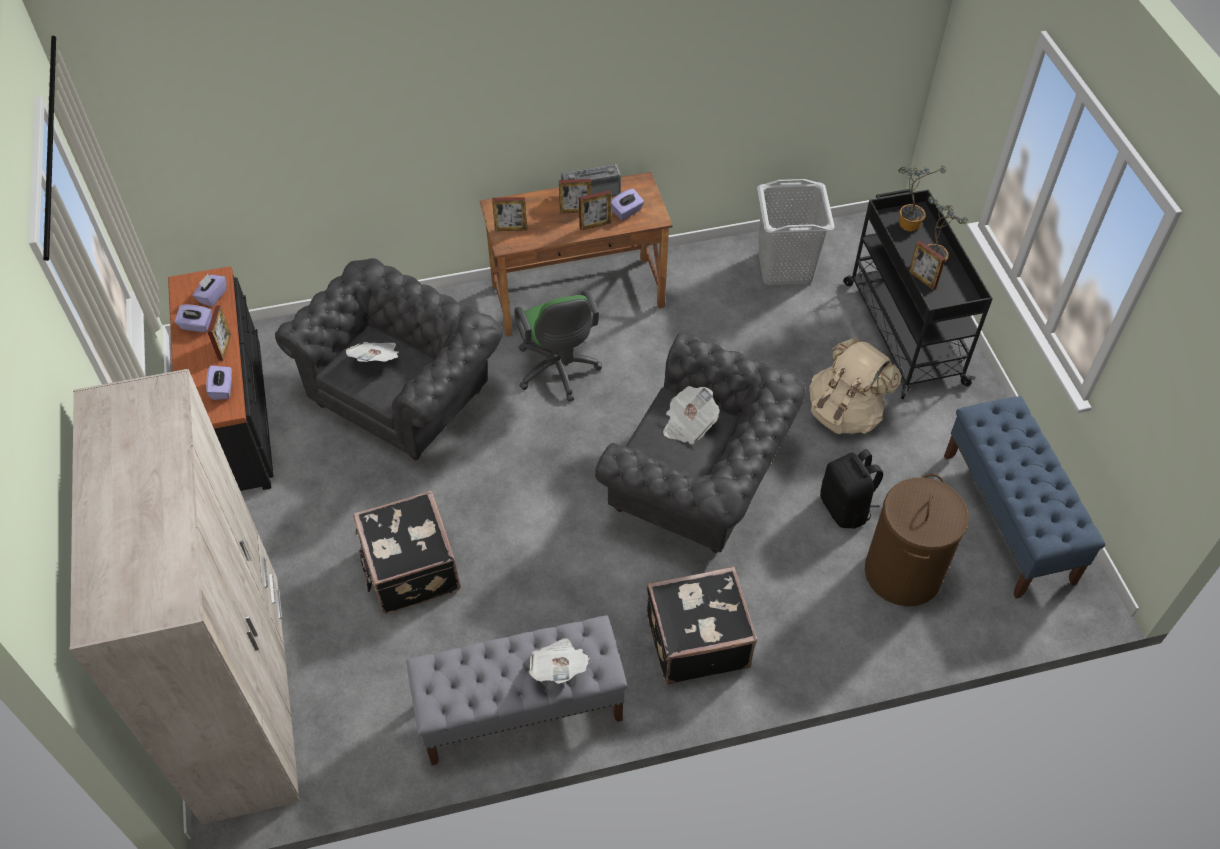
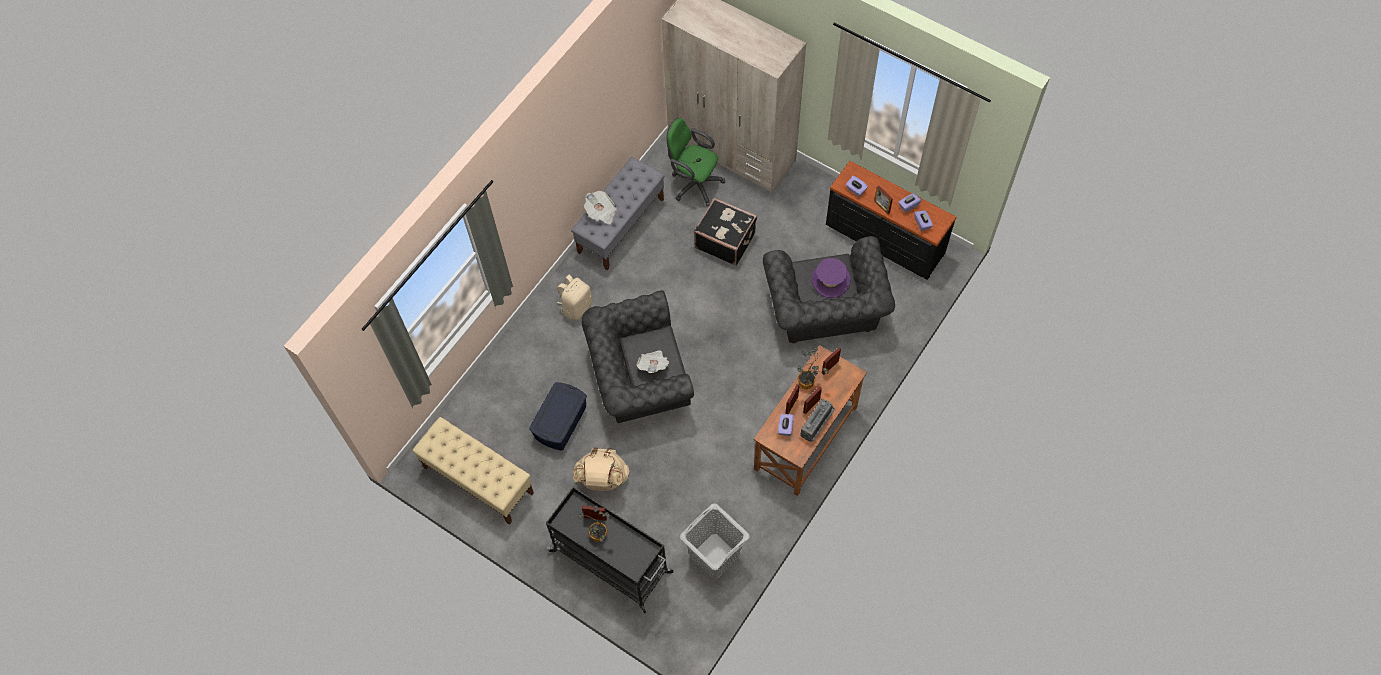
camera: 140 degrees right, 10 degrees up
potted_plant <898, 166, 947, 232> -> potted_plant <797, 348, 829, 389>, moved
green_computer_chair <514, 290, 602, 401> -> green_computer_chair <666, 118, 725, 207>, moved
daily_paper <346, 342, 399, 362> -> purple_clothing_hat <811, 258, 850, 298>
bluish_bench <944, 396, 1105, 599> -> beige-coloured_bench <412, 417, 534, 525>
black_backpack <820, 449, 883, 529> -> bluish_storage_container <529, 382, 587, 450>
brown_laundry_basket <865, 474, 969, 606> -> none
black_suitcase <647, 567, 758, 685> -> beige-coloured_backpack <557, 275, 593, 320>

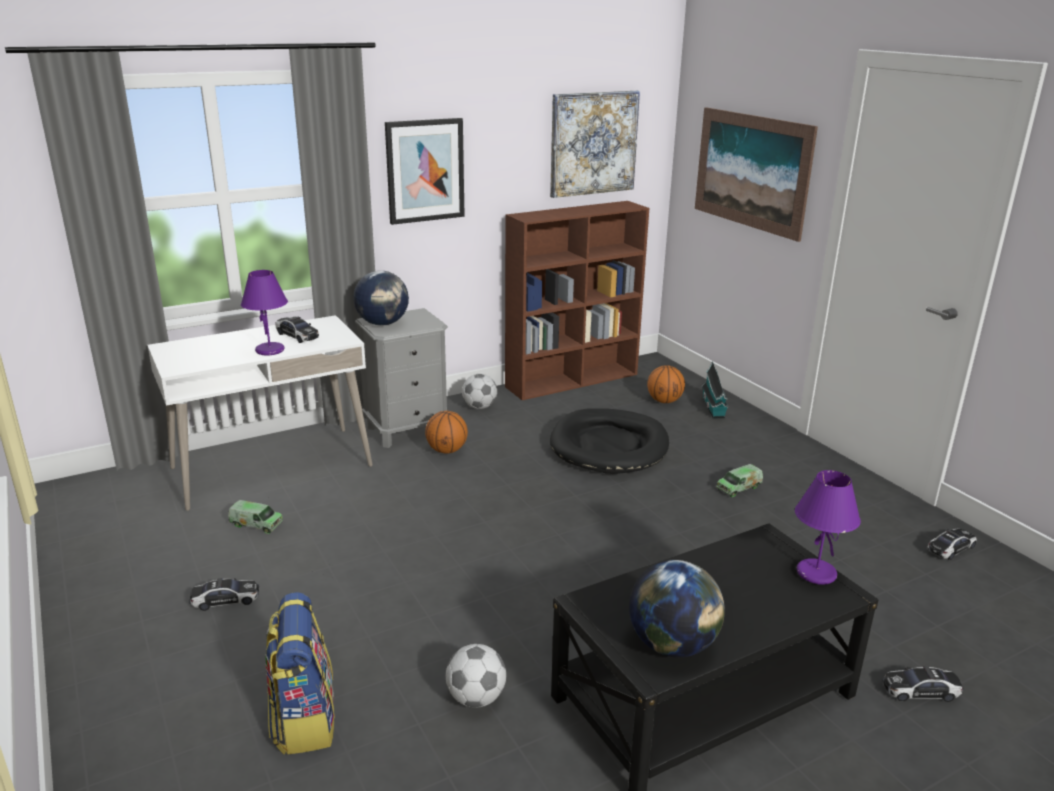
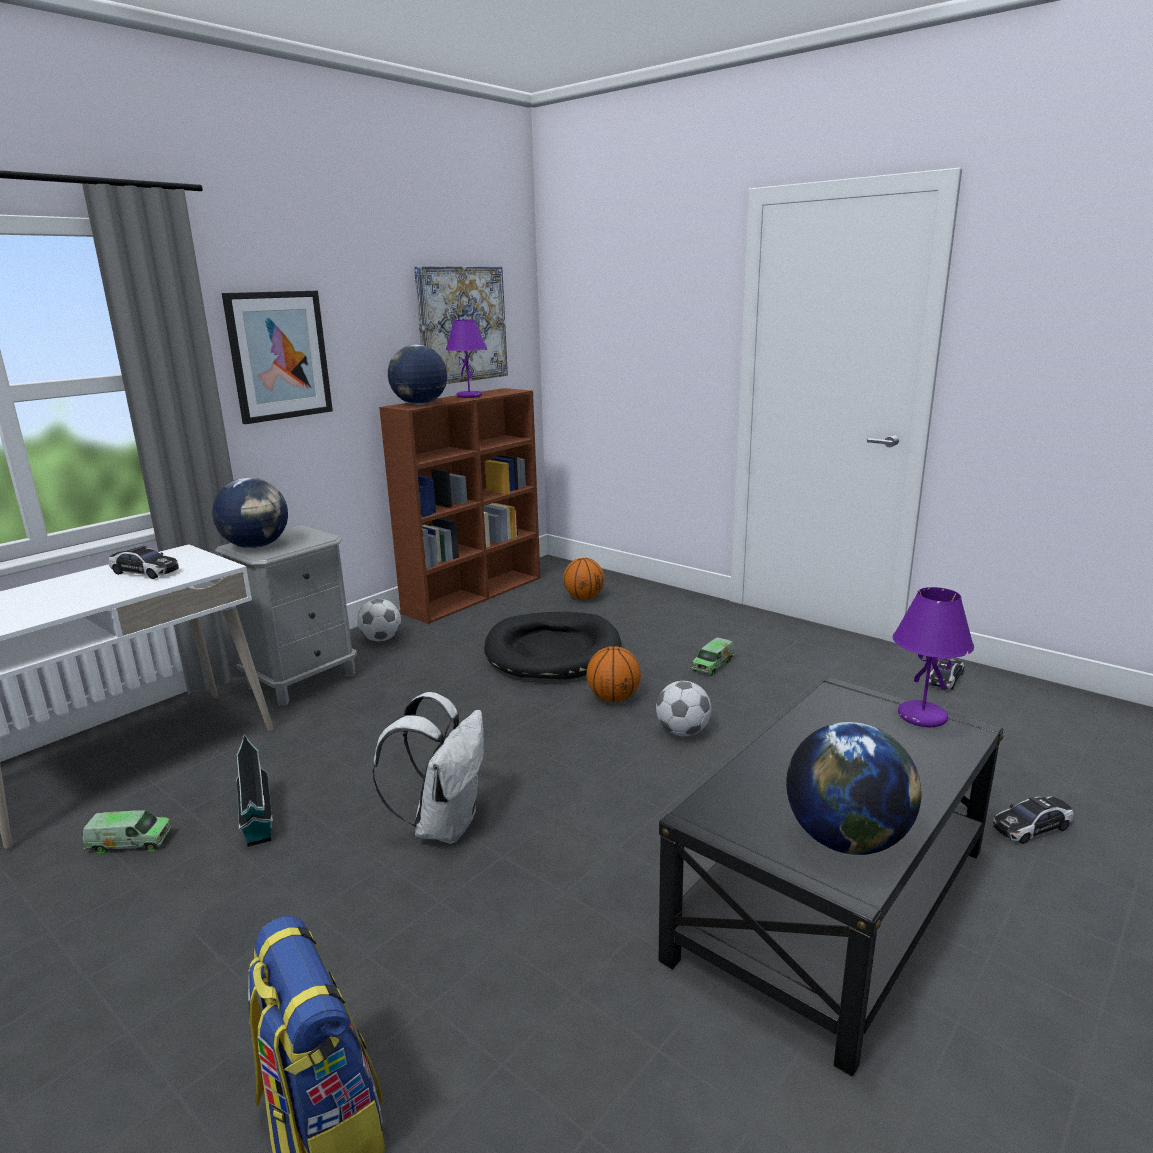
camera: 20 degrees left, 5 degrees down
wall_picture <695, 107, 818, 242> -> none
purple_table_lamp <241, 270, 288, 356> -> purple_table_lamp <446, 320, 487, 398>, moved
toy_house <702, 361, 729, 418> -> toy_house <236, 734, 273, 847>, moved
ball_for_basketball <425, 411, 468, 454> -> ball_for_basketball <586, 646, 641, 702>, moved
model_car <189, 578, 259, 611> -> none
ball_for_football <446, 644, 506, 708> -> ball_for_football <656, 681, 711, 736>, moved
none -> globe <388, 344, 447, 405>
none -> whitish_backpack <373, 692, 484, 844>

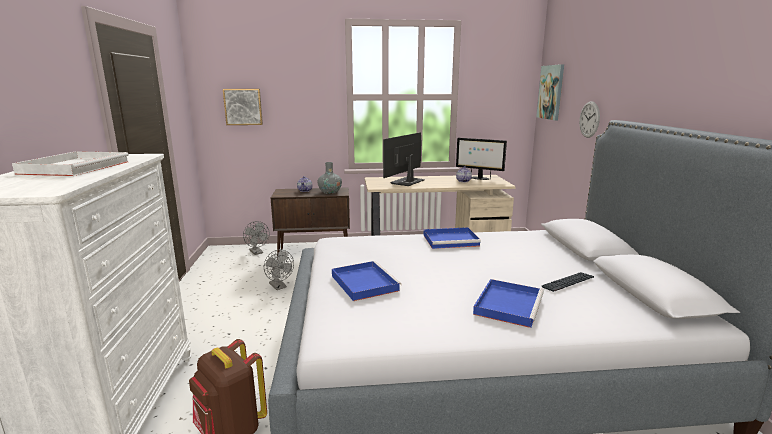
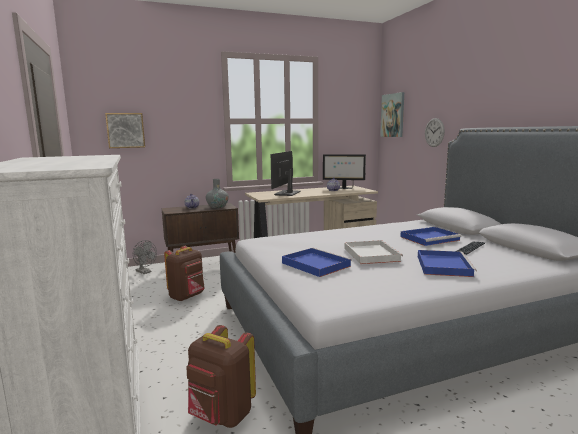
camera: 15 degrees left, 5 degrees down
whitish_serving_tray <12, 151, 129, 176> -> whitish_serving_tray <345, 240, 403, 264>, moved
bluish_serving_tray <424, 227, 481, 249> -> bluish_serving_tray <400, 227, 461, 246>, moved
greyish_fan <264, 250, 294, 290> -> brown_backpack <164, 246, 205, 301>

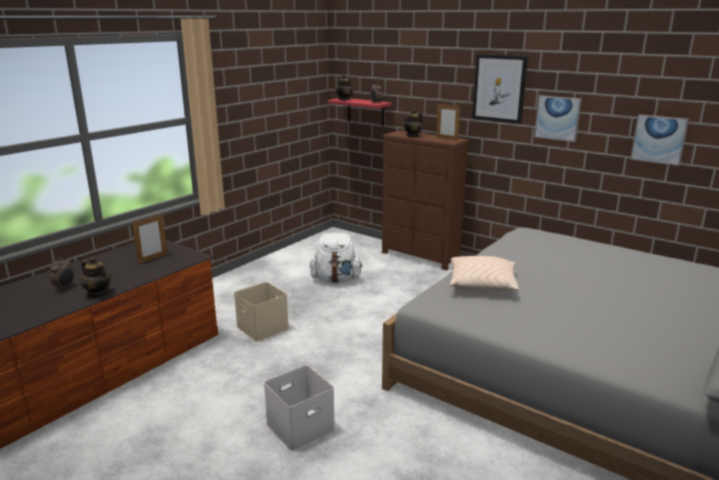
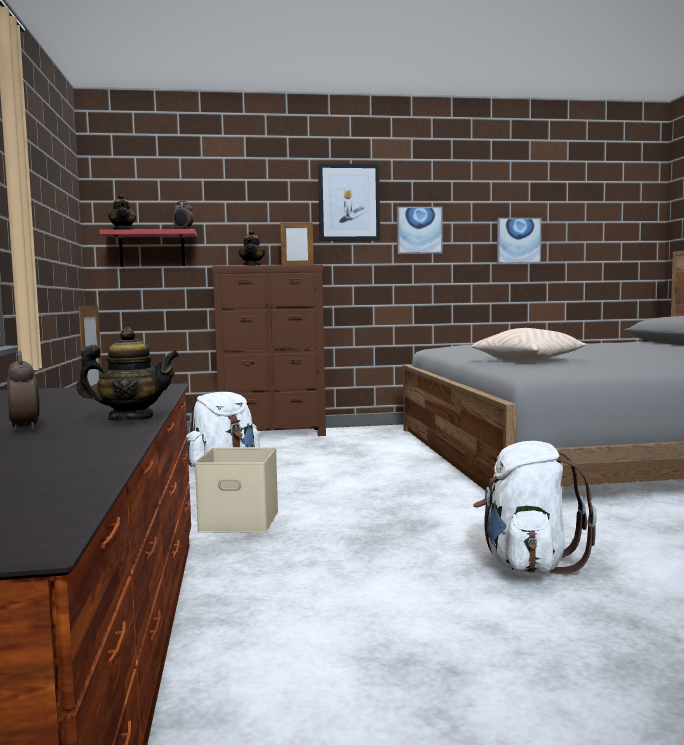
camera: 45 degrees left, 15 degrees down
whitish_storage_container <264, 365, 335, 452> -> whitish_backpack <473, 441, 597, 574>

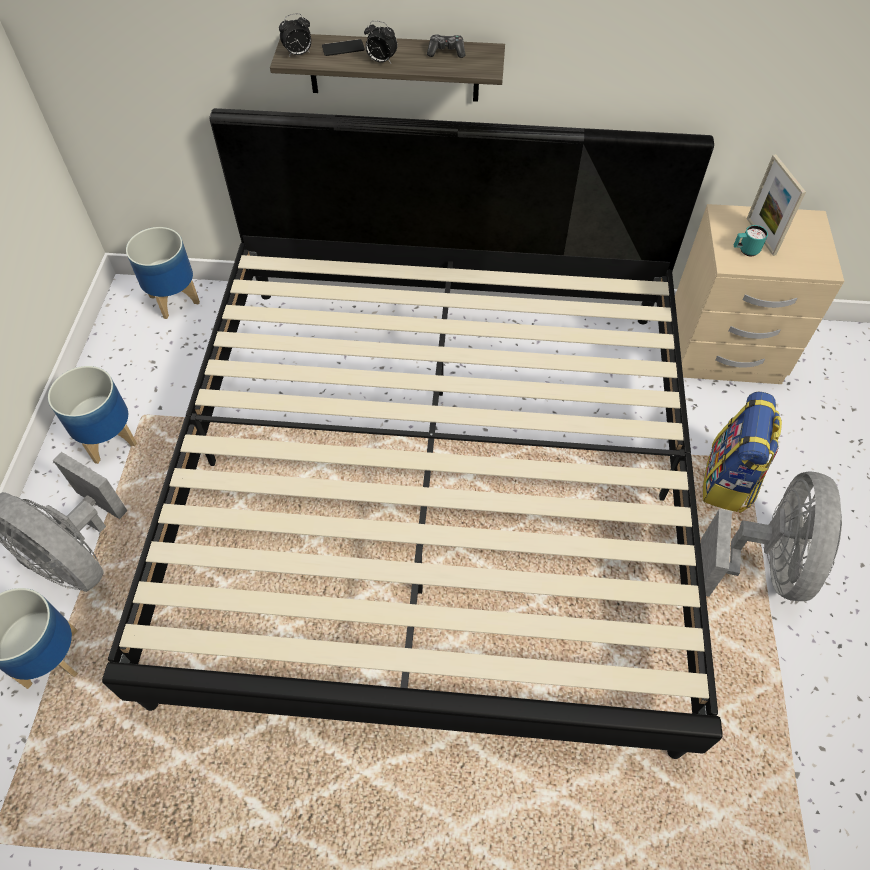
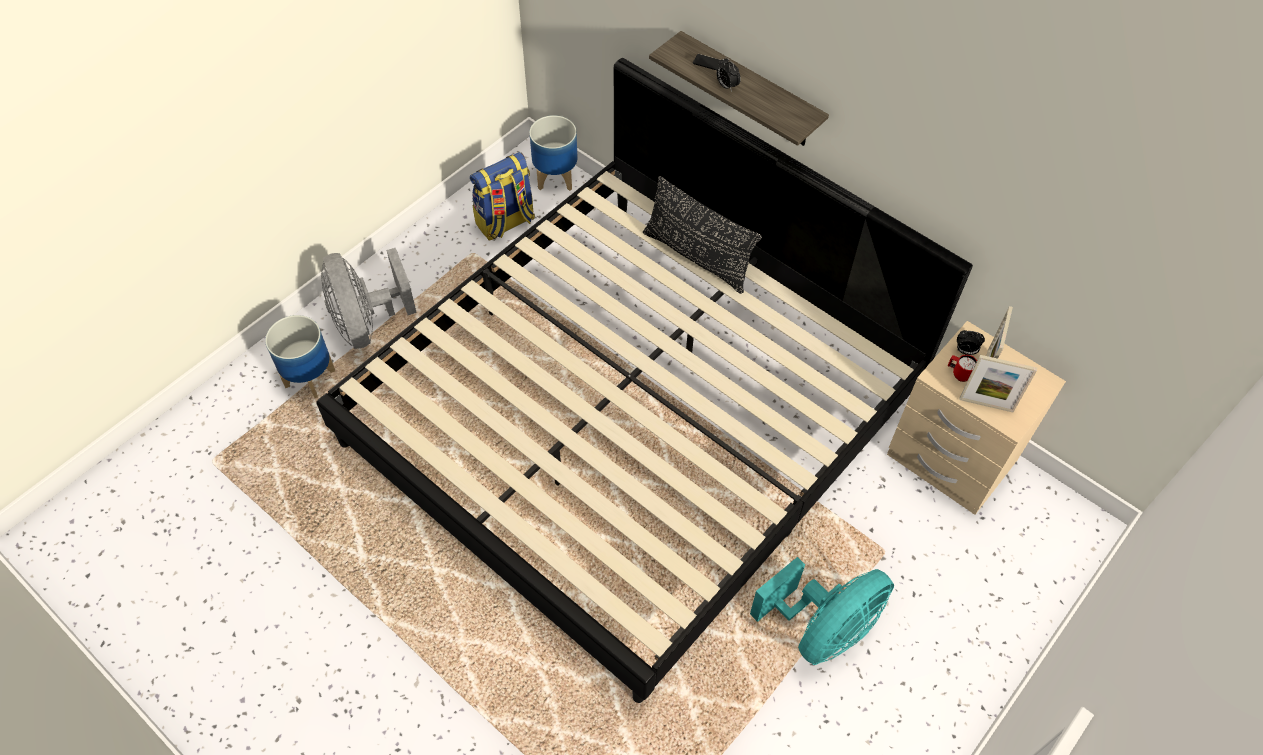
camera: 35 degrees right, 0 degrees up
alarm_clock <279, 13, 311, 57> -> alarm_clock <957, 330, 985, 355>, moved
gamepad <427, 34, 465, 58> -> none
turquoise-coloured_tea_mug <734, 225, 768, 256> -> reddish_tea_mug <948, 355, 977, 382>
flower_pot <48, 366, 137, 464> -> none
backpack <703, 392, 782, 513> -> backpack <470, 152, 535, 241>, moved
greyish_fan <701, 471, 842, 601> -> turquoise-coloured_fan <750, 557, 894, 665>
none -> black_cushion <643, 176, 762, 294>
none -> picture_frame <959, 355, 1037, 412>

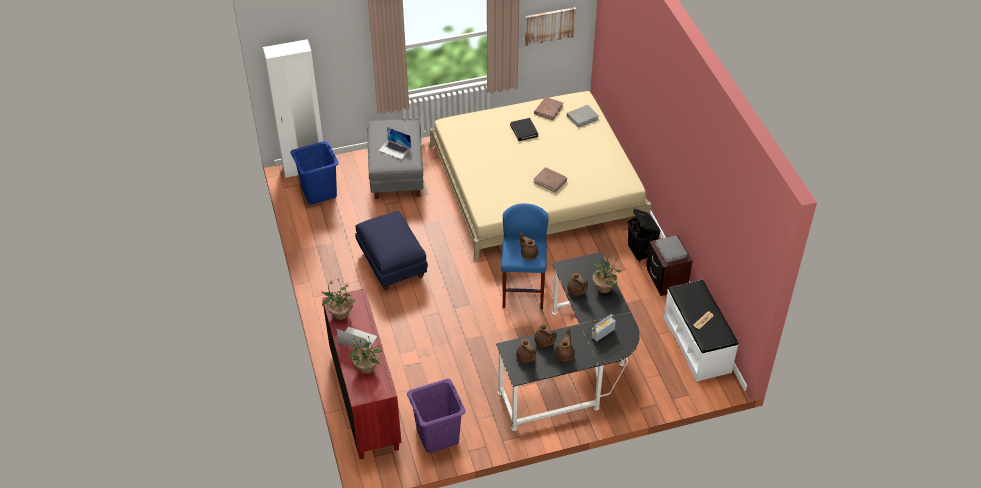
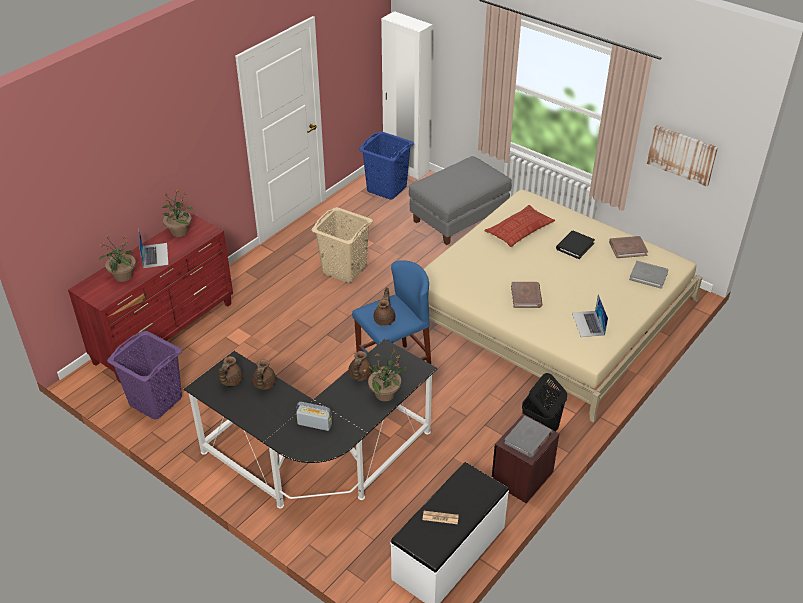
camera: 55 degrees right, 5 degrees down
laptop <378, 127, 411, 159> -> laptop <572, 294, 608, 337>, moved
bluish_pouffe <355, 211, 428, 290> -> beige-coloured_laundry_basket <312, 207, 373, 283>
brown_teapot <556, 328, 575, 361> -> none
none -> cushion <485, 205, 555, 247>

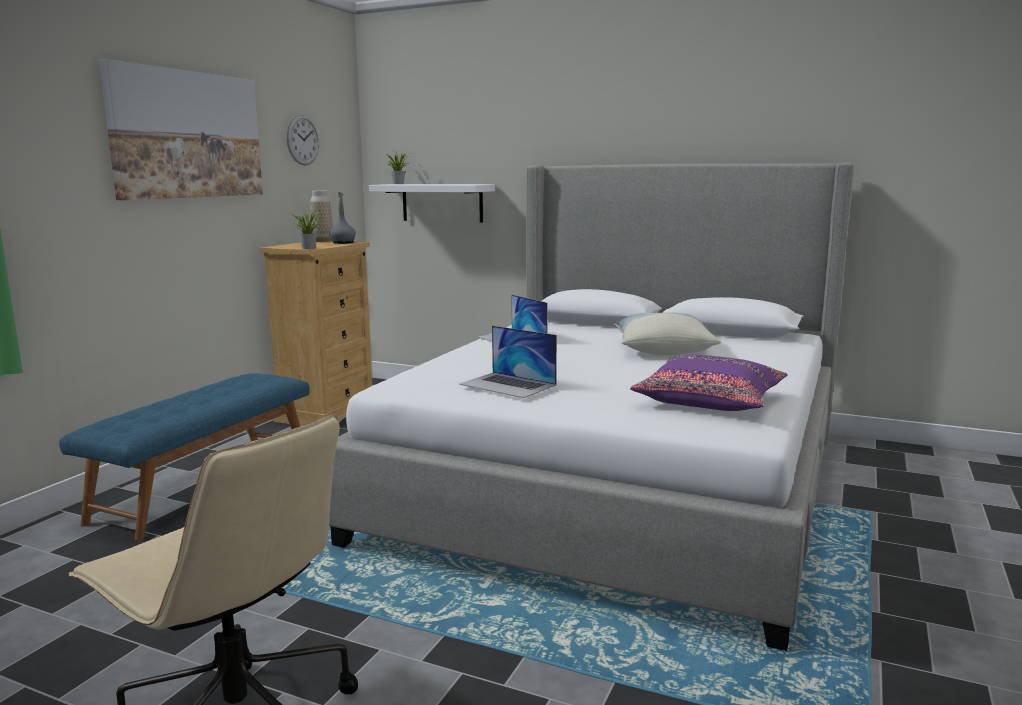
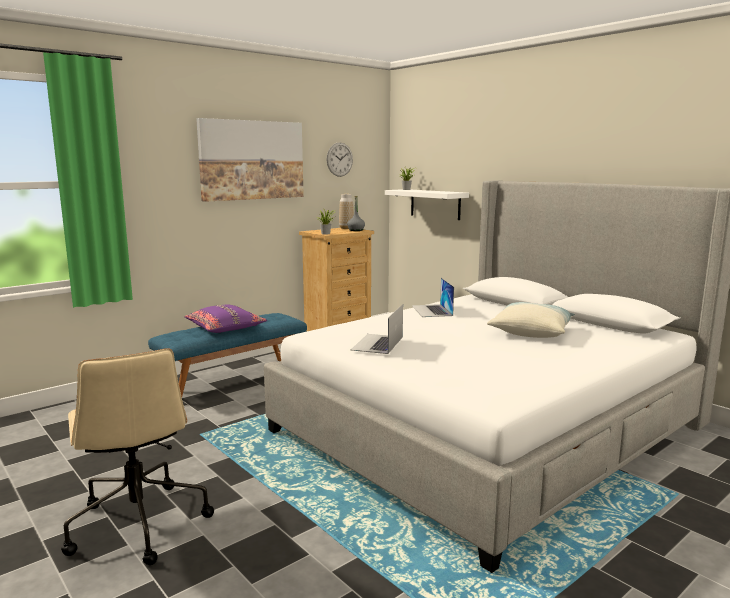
camera: 25 degrees right, 0 degrees up
laptop <459, 326, 557, 398> -> laptop <351, 304, 403, 354>, 45 degrees clockwise
purple_cushion <630, 354, 788, 411> -> purple_cushion <184, 305, 267, 333>, moved

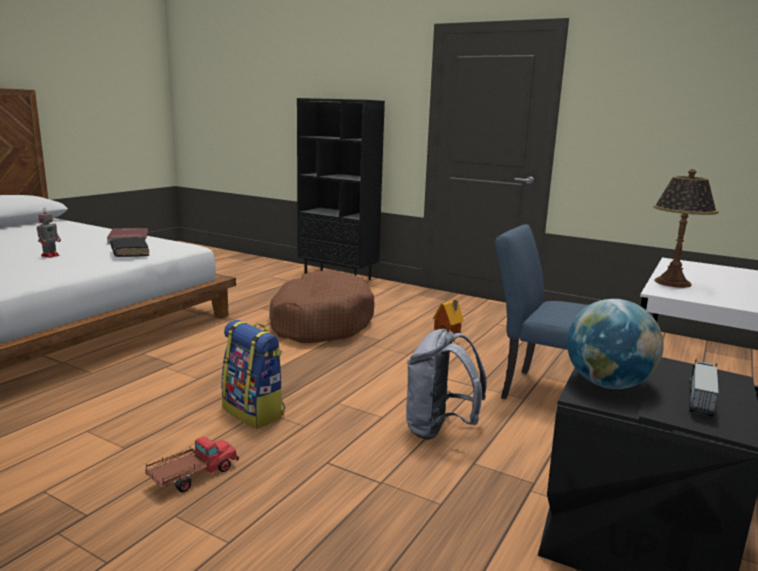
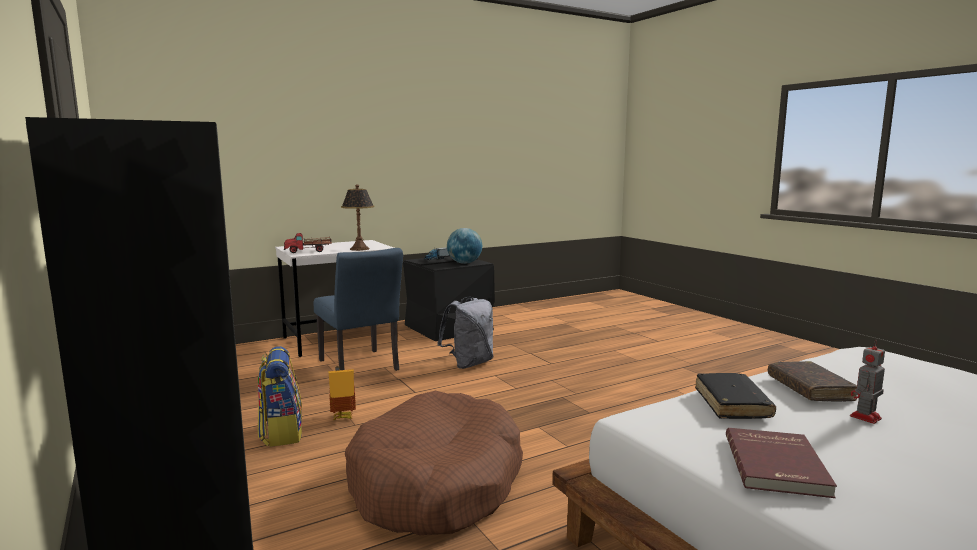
camera: 150 degrees left, 5 degrees down
backpack <221, 320, 285, 428> -> backpack <258, 346, 302, 447>, moved
toy_truck <145, 436, 239, 492> -> toy_truck <284, 233, 332, 253>, moved
none -> brown_volume <768, 361, 857, 401>

